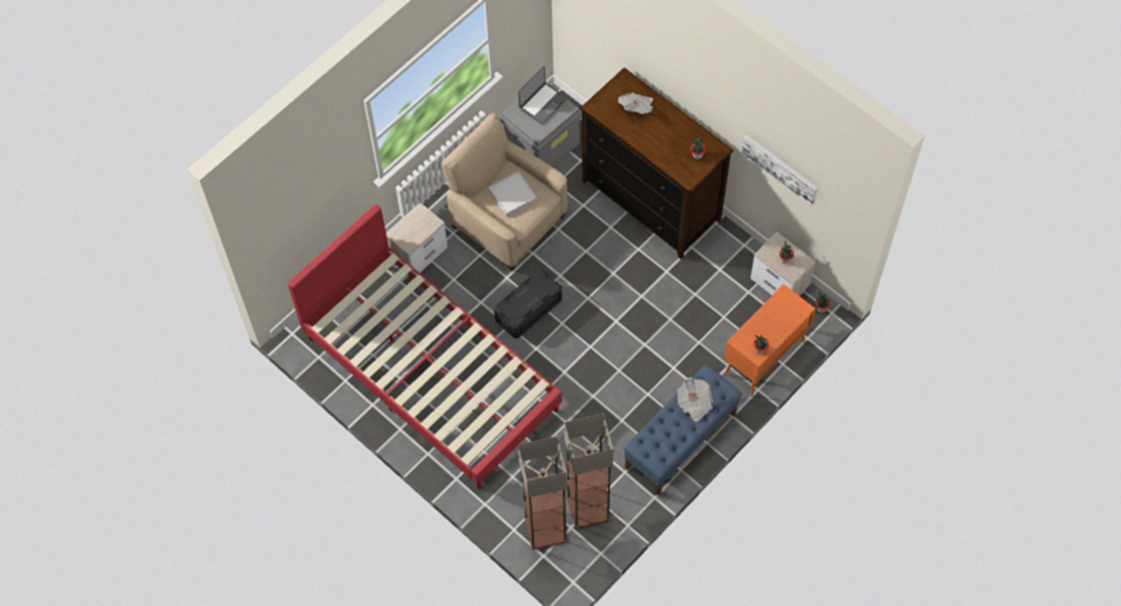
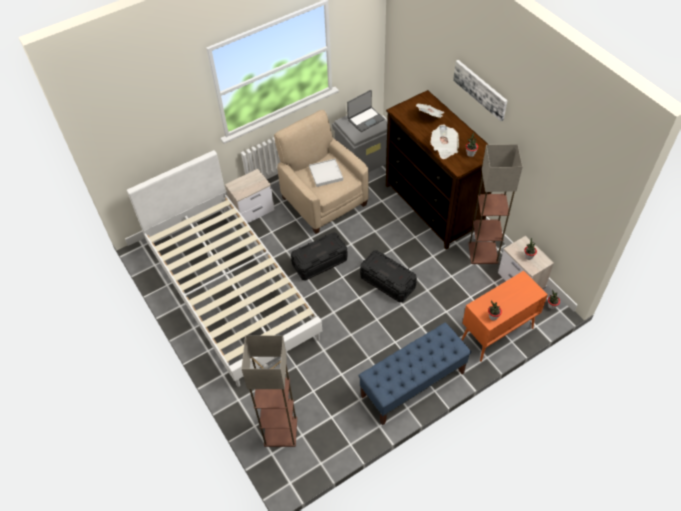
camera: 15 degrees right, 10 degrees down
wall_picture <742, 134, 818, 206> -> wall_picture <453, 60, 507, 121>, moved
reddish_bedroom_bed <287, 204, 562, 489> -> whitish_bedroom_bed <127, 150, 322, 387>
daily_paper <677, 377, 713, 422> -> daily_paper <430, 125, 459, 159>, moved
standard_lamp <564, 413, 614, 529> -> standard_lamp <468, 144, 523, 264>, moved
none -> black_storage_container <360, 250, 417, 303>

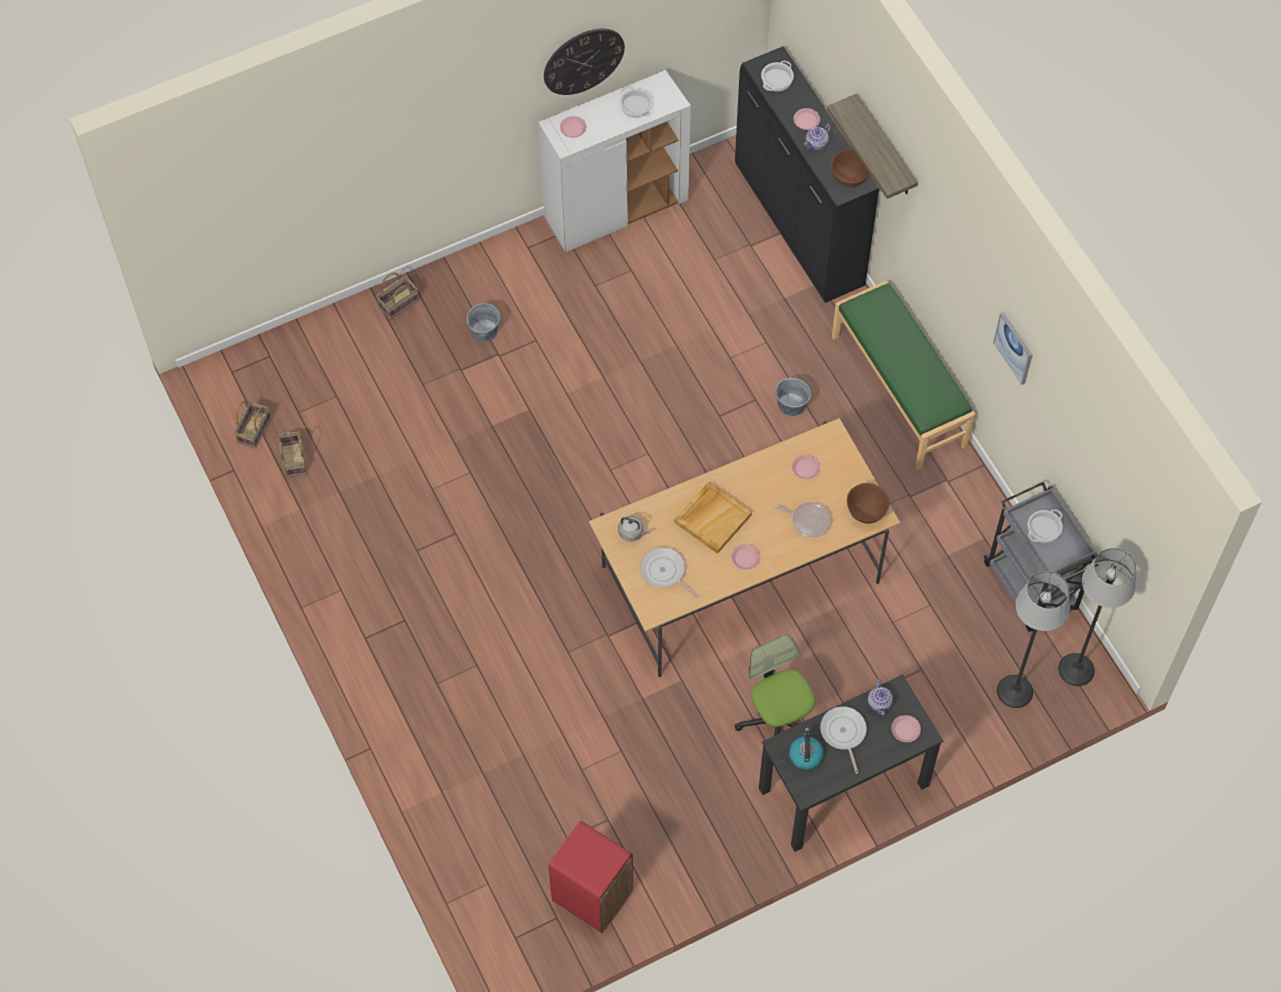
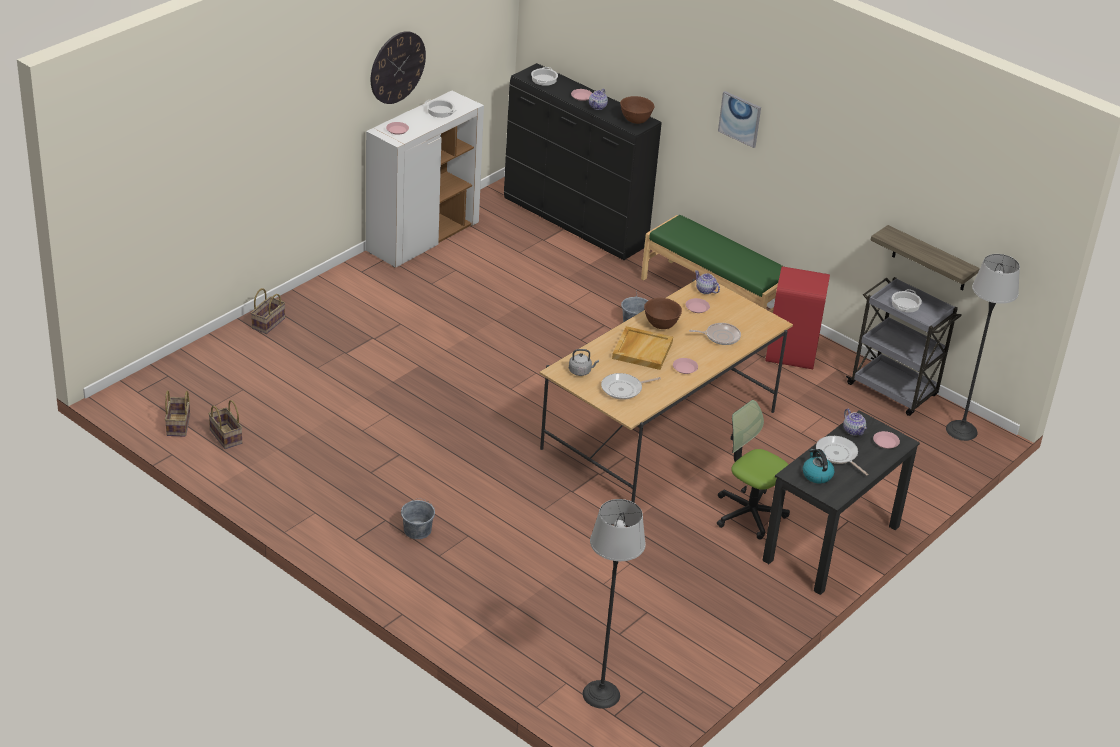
camera: 25 degrees left, 25 degrees down
bracket_shelf <827, 94, 918, 199> -> bracket_shelf <871, 225, 980, 291>, moved
greyish_bucket <466, 303, 500, 342> -> greyish_bucket <401, 498, 435, 539>, moved
wall_picture <993, 312, 1033, 385> -> wall_picture <718, 91, 761, 148>, moved
brown_serving_bowl <847, 483, 890, 524> -> brown_serving_bowl <644, 298, 682, 329>, moved
pan <640, 547, 699, 598> -> pan <601, 373, 661, 400>, 45 degrees counterclockwise
standard_lamp <997, 571, 1070, 708> -> standard_lamp <583, 499, 646, 709>, moved
reddish_trash_can <549, 821, 633, 933> -> reddish_trash_can <766, 266, 830, 369>, moved
none -> teapot <695, 270, 720, 294>

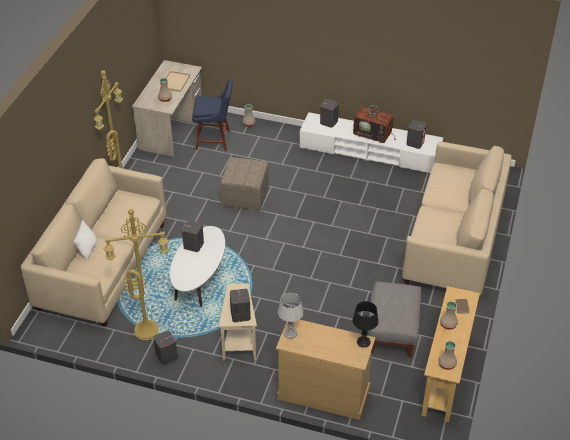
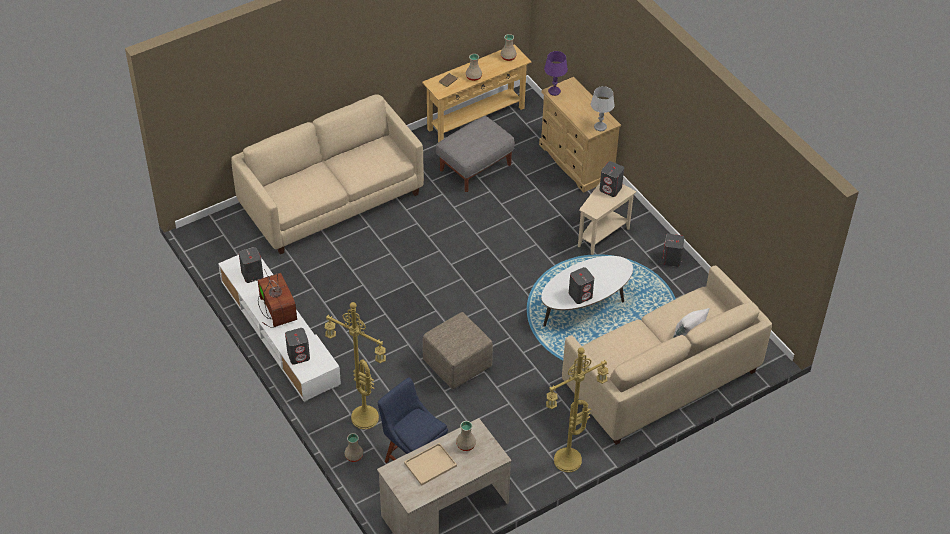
camera: 140 degrees left, 5 degrees up
yellow-coloured_standard_lamp <104, 209, 169, 340> -> yellow-coloured_standard_lamp <325, 302, 386, 429>, moved
black_table_lamp <352, 301, 379, 348> -> purple_table_lamp <544, 51, 568, 96>

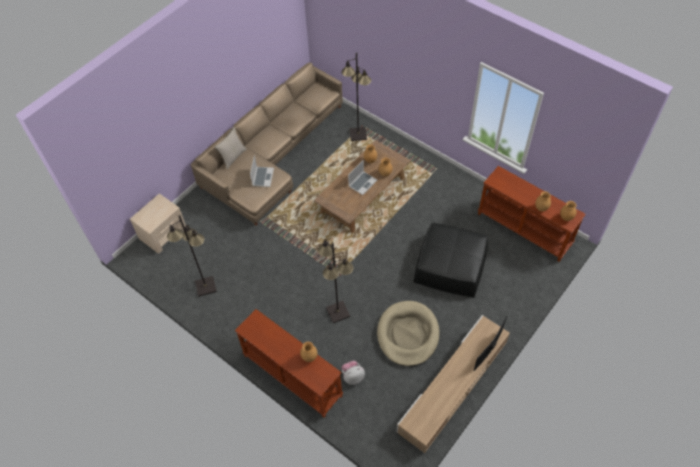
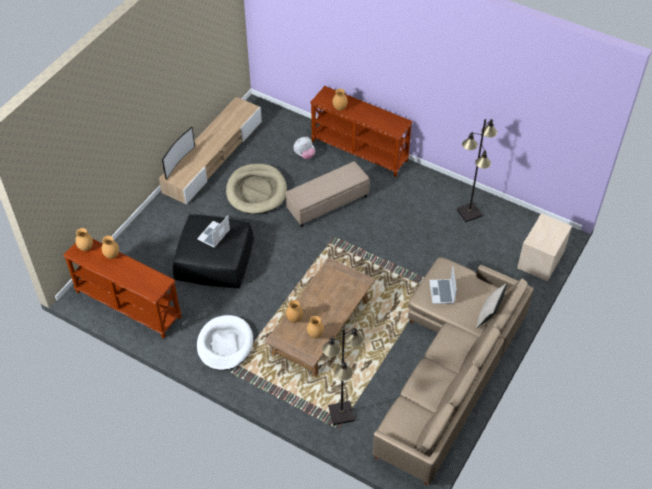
camera: 170 degrees right, 5 degrees down
laptop <348, 160, 377, 195> -> laptop <197, 216, 230, 248>, moved
black_standard_lamp <318, 239, 353, 323> -> beige-coloured_pouffe <286, 161, 369, 227>
none -> whitish_dog_bed <197, 315, 253, 371>

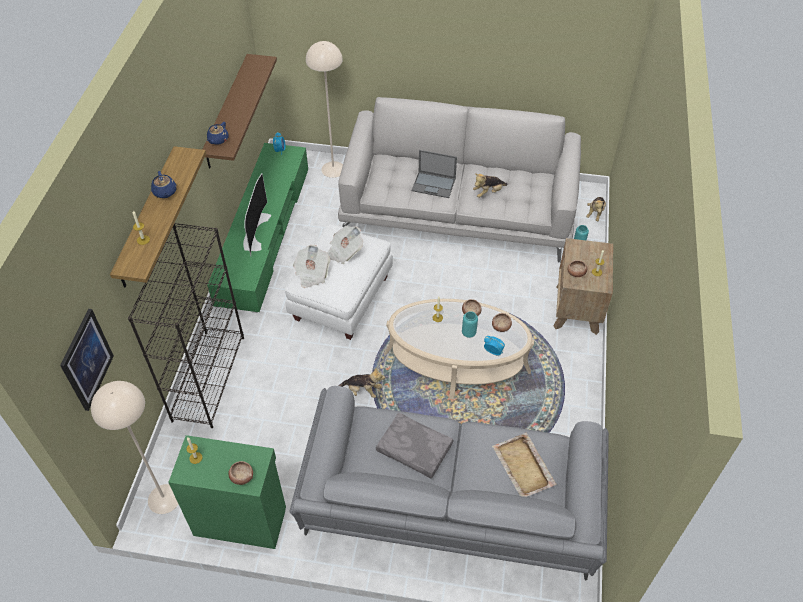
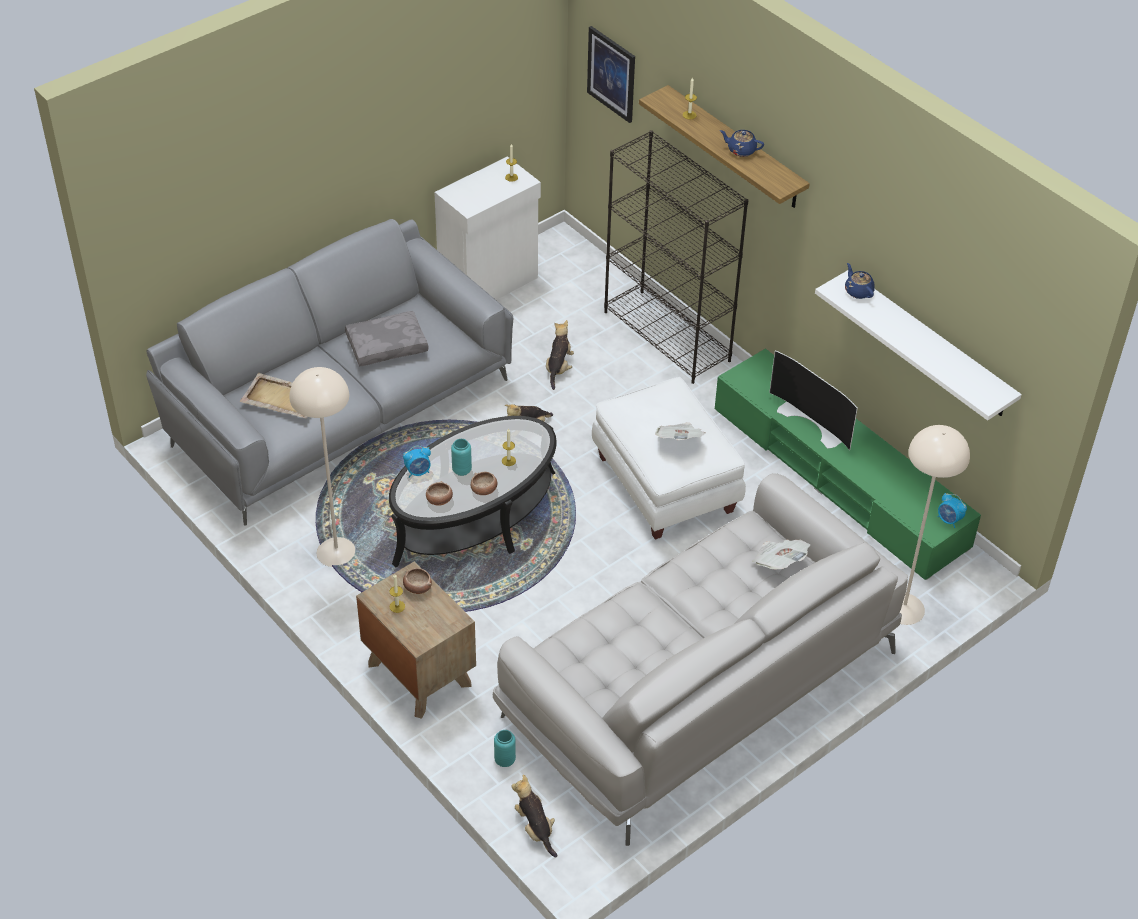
camera: 130 degrees right, 5 degrees down
brown_bracket_shelf <202, 54, 277, 168> -> whitish_bracket_shelf <815, 270, 1022, 421>
laptop <412, 150, 457, 198> -> none
cuddly_toy <473, 174, 508, 198> -> cuddly_toy <546, 320, 574, 390>, moved
daily_paper <293, 245, 330, 288> -> daily_paper <752, 539, 810, 570>, moved
beige-coloured_low_table <384, 299, 534, 399> -> black_low_table <389, 416, 556, 568>
beige-coloured_standard_lamp <91, 381, 178, 514> -> beige-coloured_standard_lamp <290, 367, 355, 567>, moved
green_storage_cabinet <168, 435, 286, 549> -> whitish_storage_cabinet <434, 156, 541, 300>
serving_bowl <228, 461, 253, 485> -> none

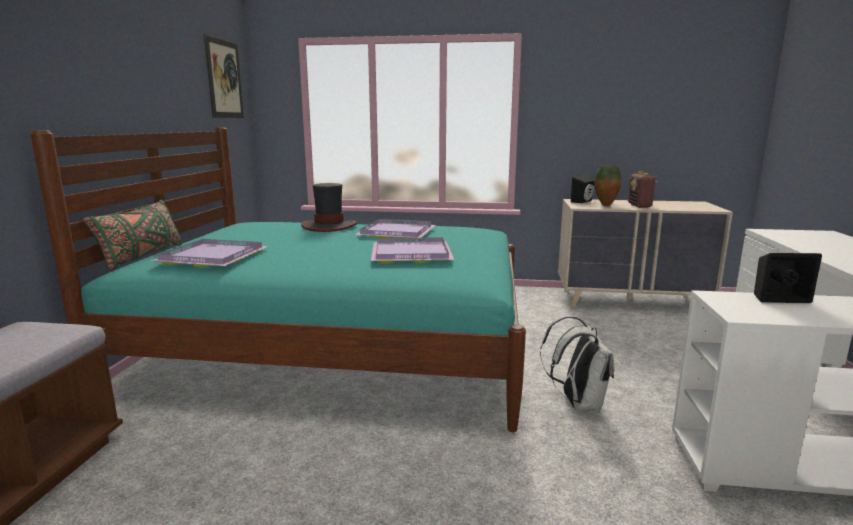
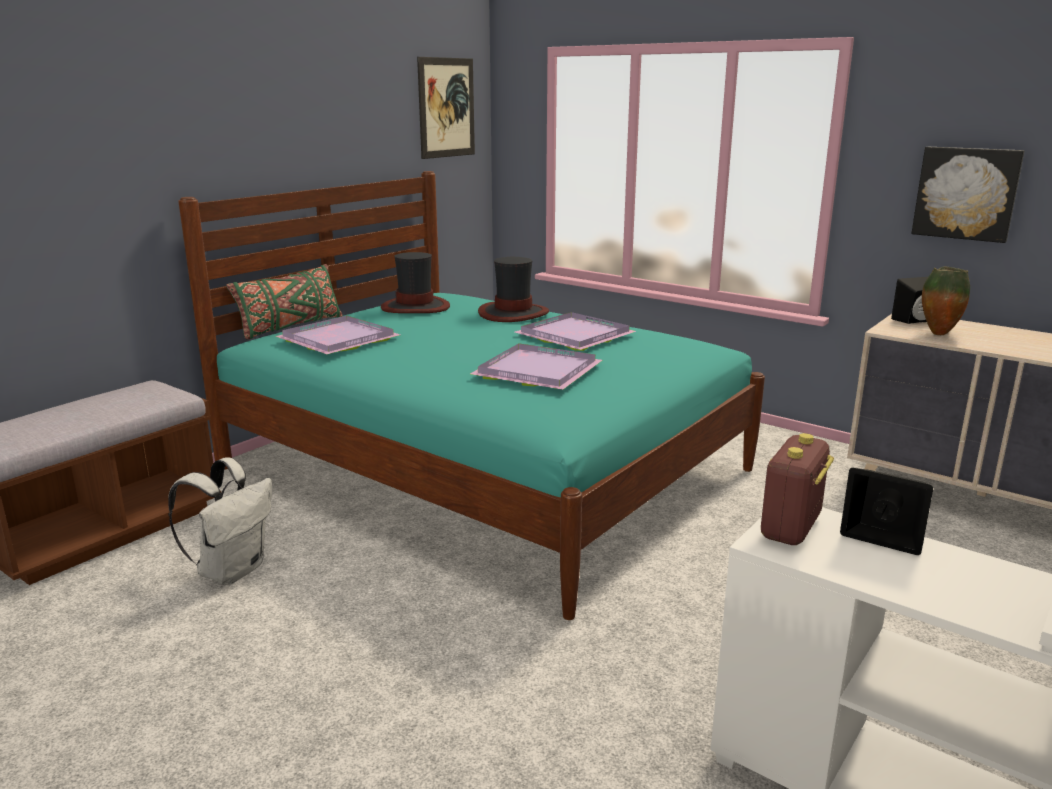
camera: 30 degrees right, 5 degrees up
radio_receiver <628, 171, 657, 208> -> radio_receiver <761, 433, 834, 545>, moved
whitish_backpack <540, 315, 614, 412> -> whitish_backpack <168, 457, 272, 585>, moved
none -> wall_picture <911, 147, 1024, 243>
none -> clothing_hat <381, 252, 450, 313>

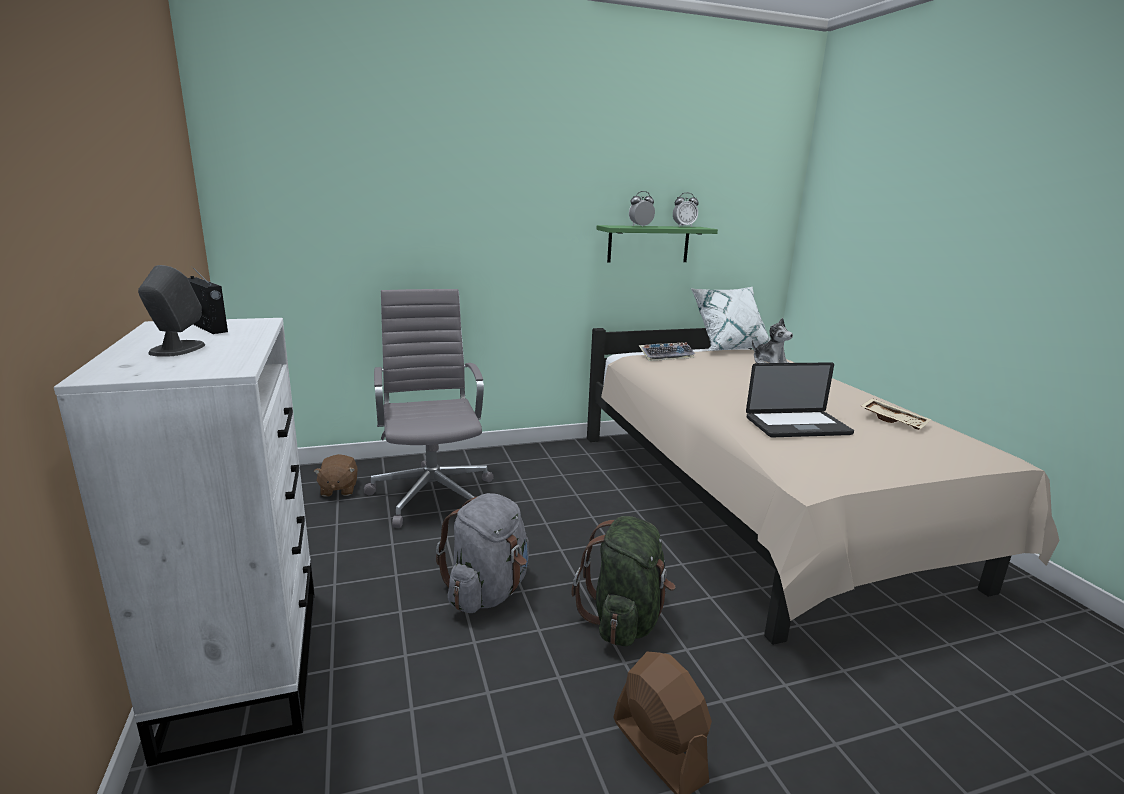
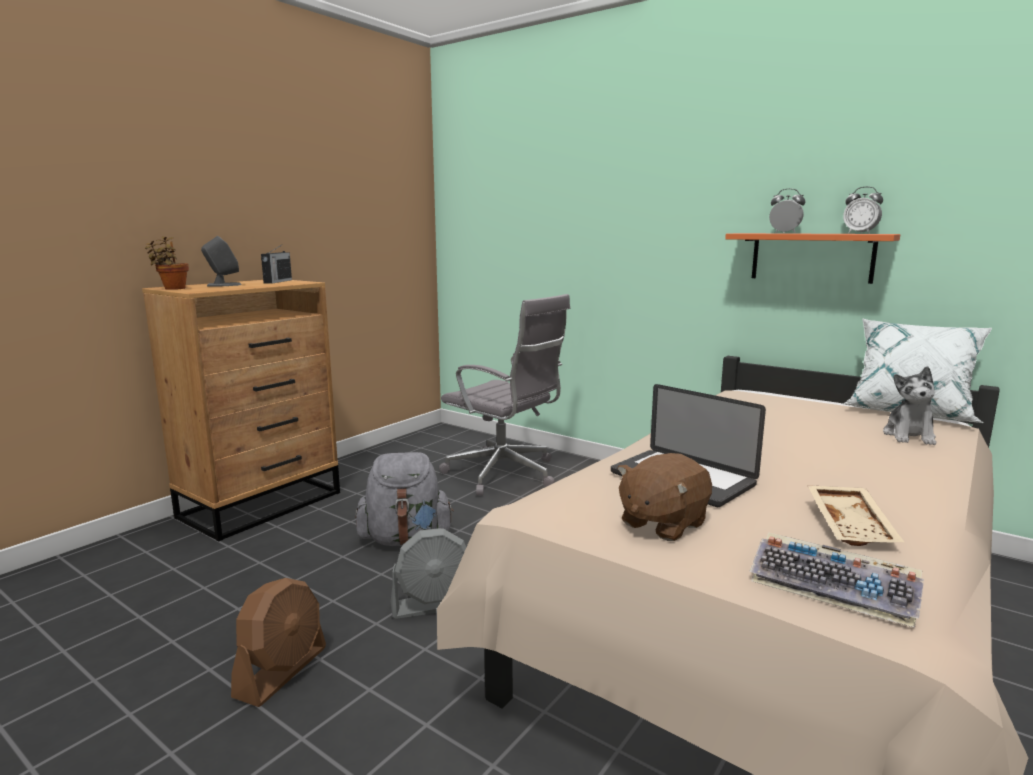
camera: 55 degrees right, 5 degrees down
green_bracket_shelf <596, 225, 718, 263> -> orange_bracket_shelf <725, 233, 900, 284>
greyish_computer_chair <364, 289, 494, 528> -> greyish_computer_chair <439, 294, 570, 495>, 90 degrees clockwise
whitish_dresser <54, 318, 315, 767> -> brown_dresser <142, 280, 340, 542>
keyboard <639, 342, 695, 361> -> keyboard <749, 532, 924, 628>, moved
brown_cuddly_toy <314, 454, 358, 497> -> brown_cuddly_toy <617, 453, 712, 541>, moved
green_backpack <572, 516, 675, 646> -> greyish_fan <391, 528, 466, 619>
none -> potted_plant <145, 237, 189, 290>

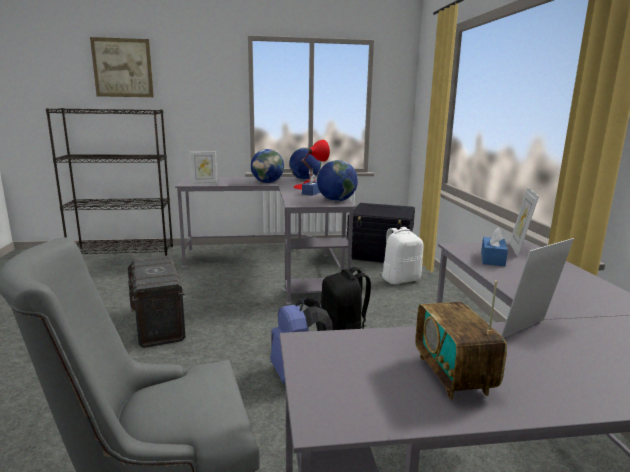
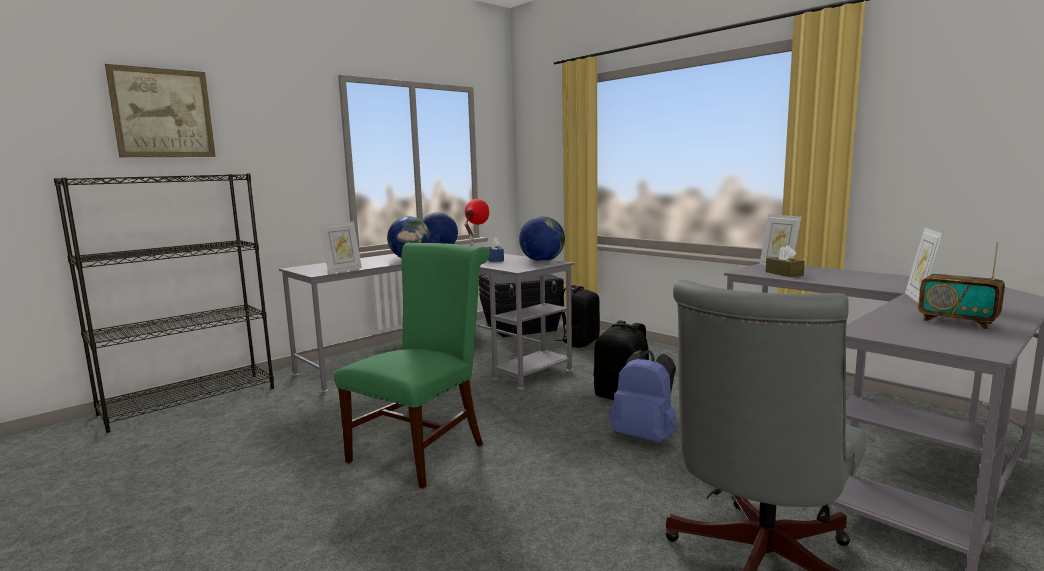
camera: 35 degrees left, 5 degrees down
whitish_backpack <381, 227, 424, 284> -> black_backpack <555, 285, 600, 348>
bluish_box_of_tissues <481, 227, 508, 266> -> brown_box_of_tissues <766, 245, 805, 277>
greyish_storage_container <128, 255, 185, 348> -> green_chair <334, 243, 490, 489>

